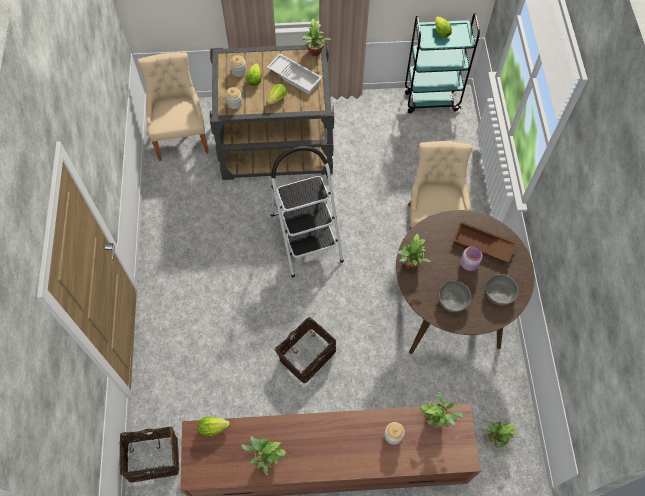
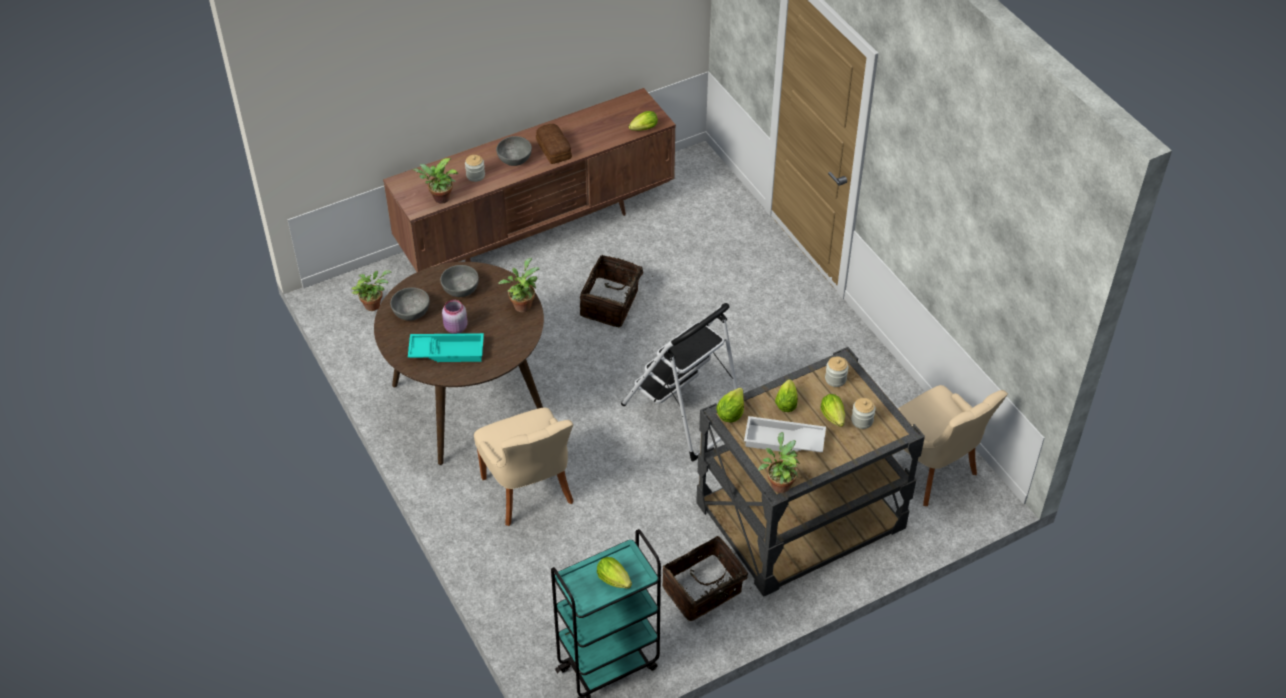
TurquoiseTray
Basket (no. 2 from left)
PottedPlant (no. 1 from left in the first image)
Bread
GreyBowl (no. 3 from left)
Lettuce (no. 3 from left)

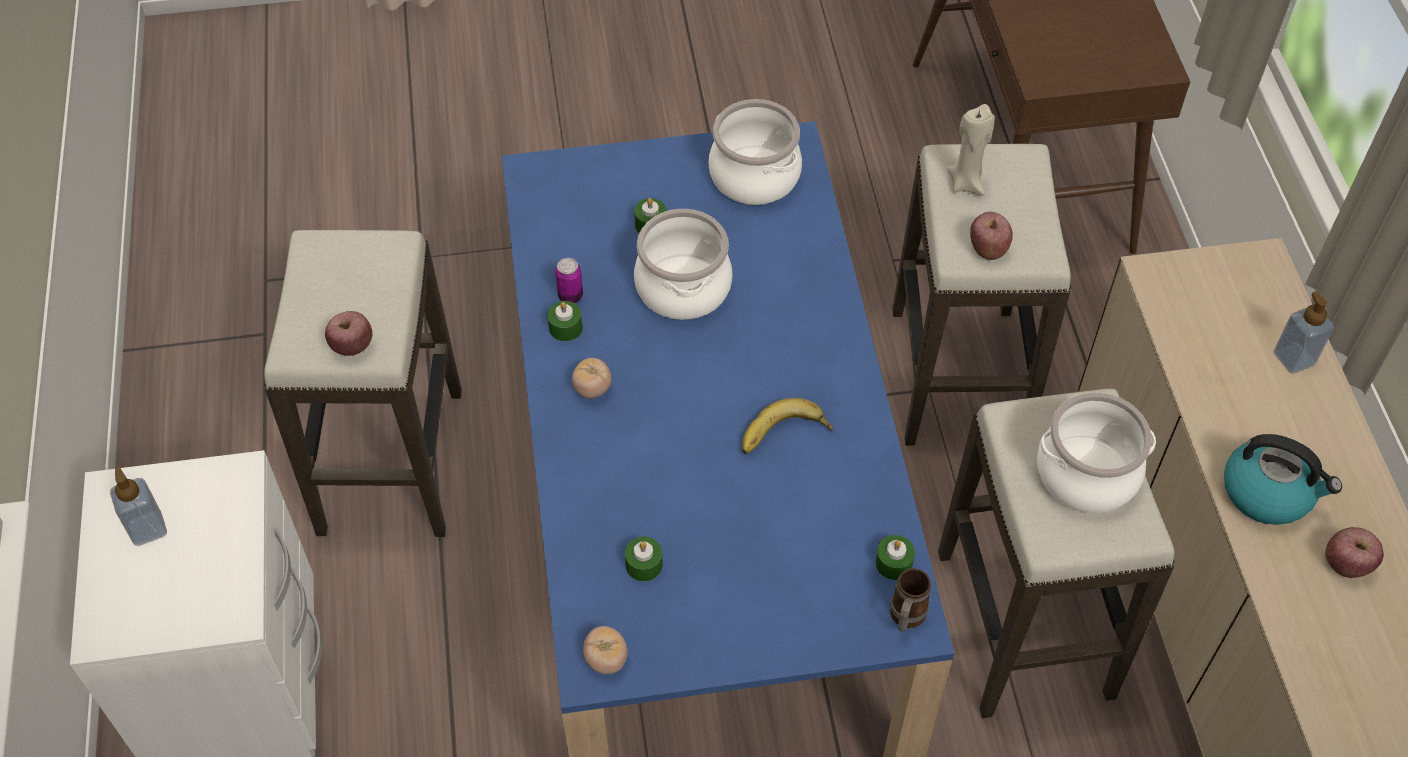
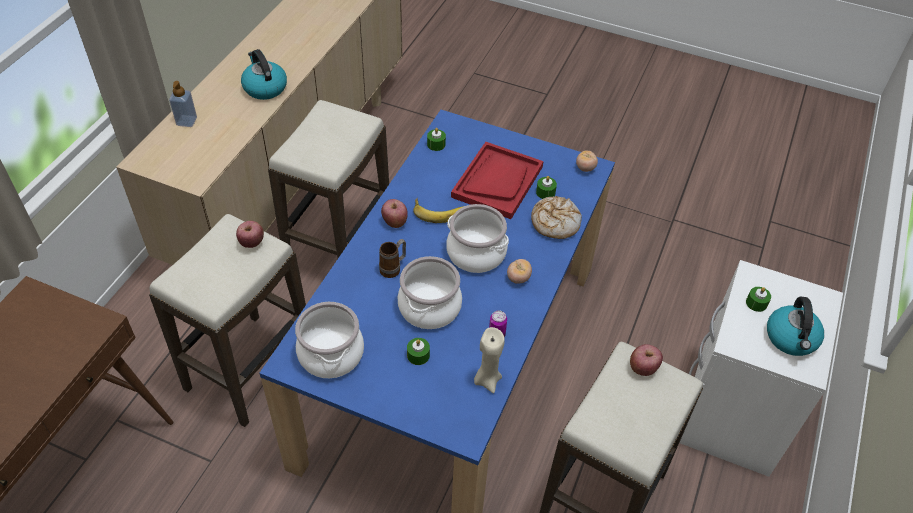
BeigeCandle
GreenCandle (no. 4 from left)
CookingPot (no. 3 from left)
Kettle (no. 2 from left)
Apple (no. 2 from left)
Mug
RedTray
Bread

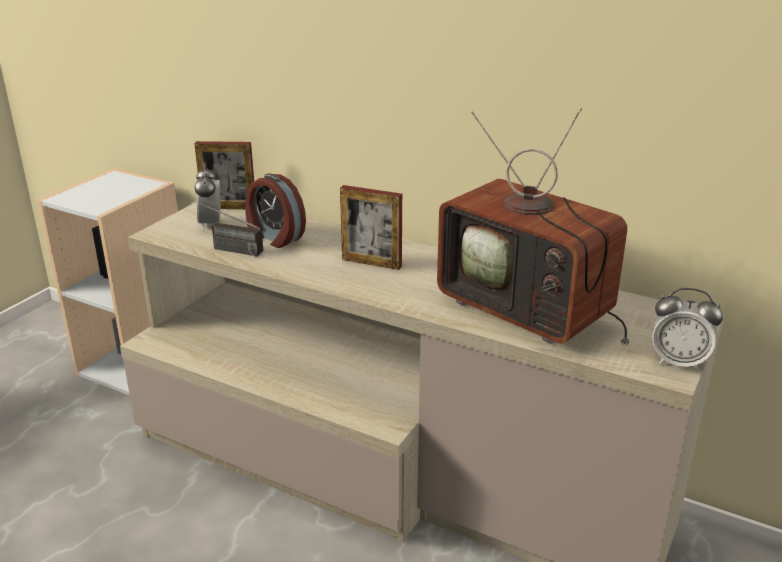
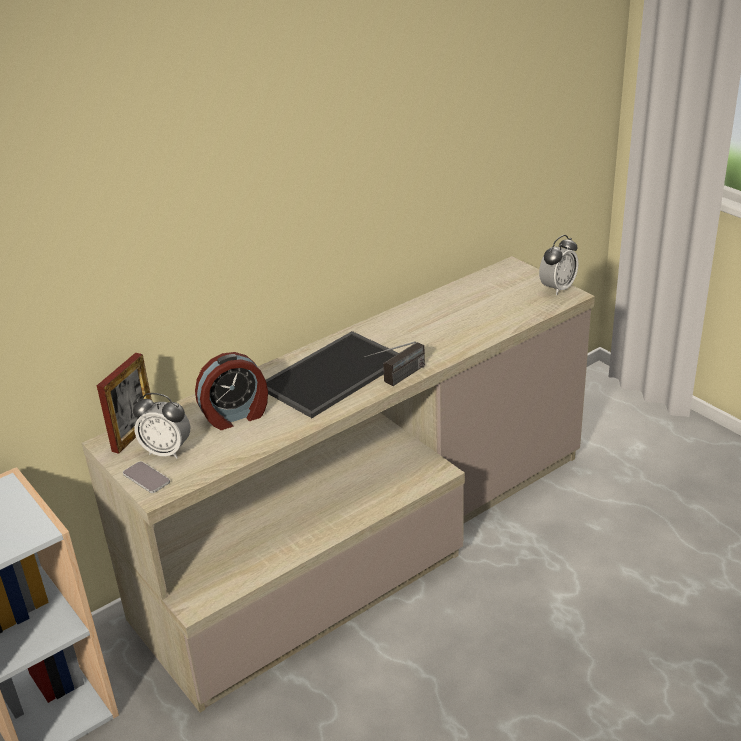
Television
Tray
Radio
Phone

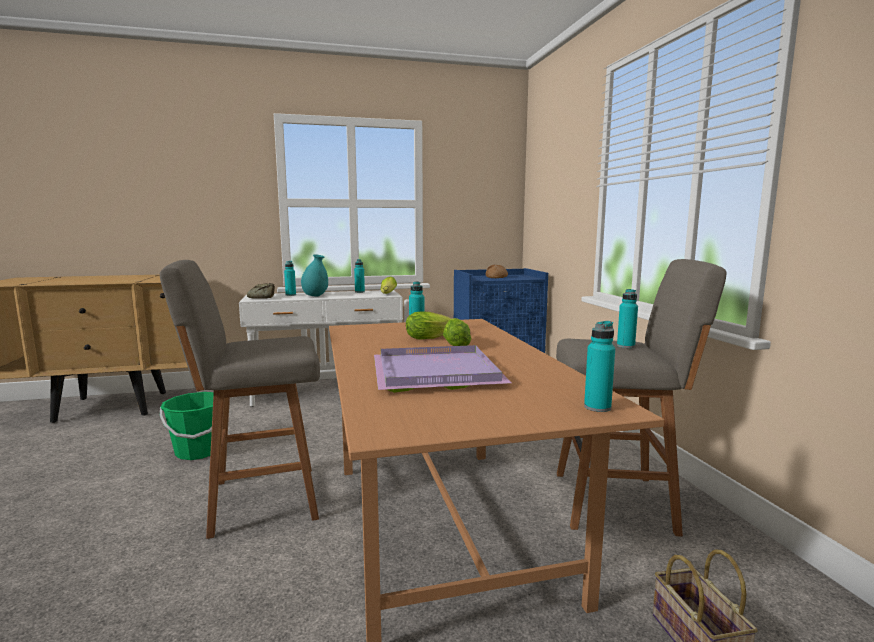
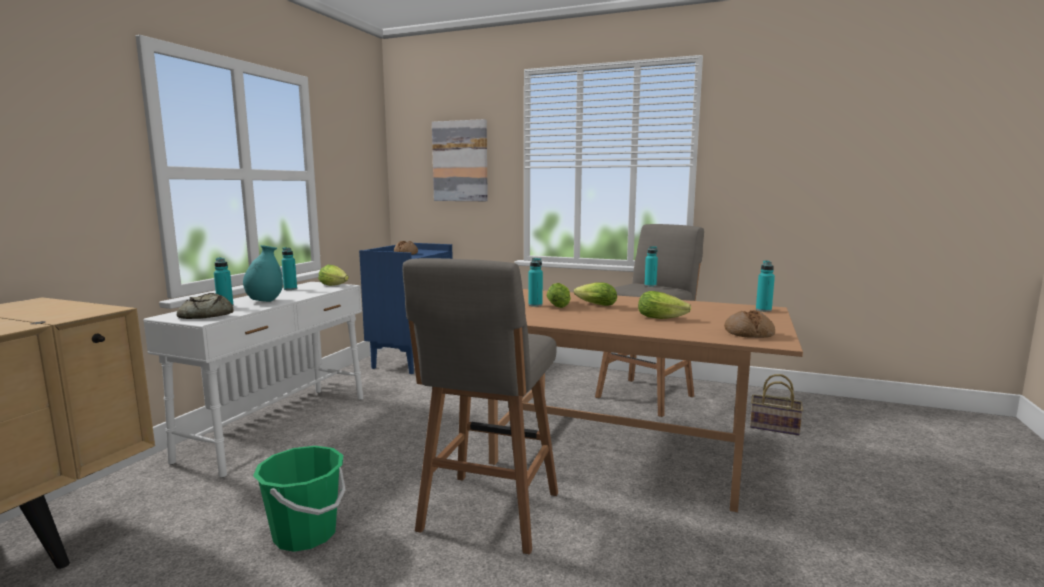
Lettuce (no. 4 from left)
Picture
Bread (no. 3 from left)

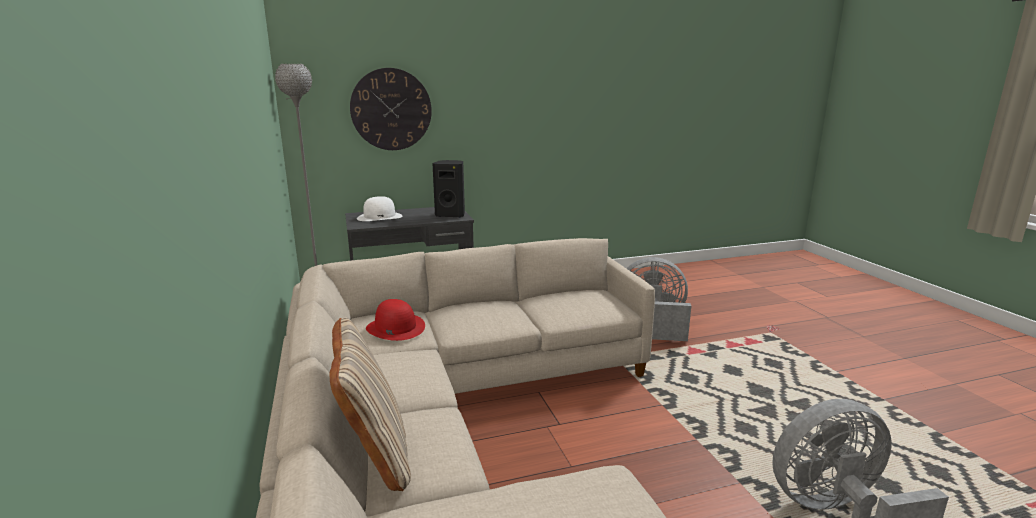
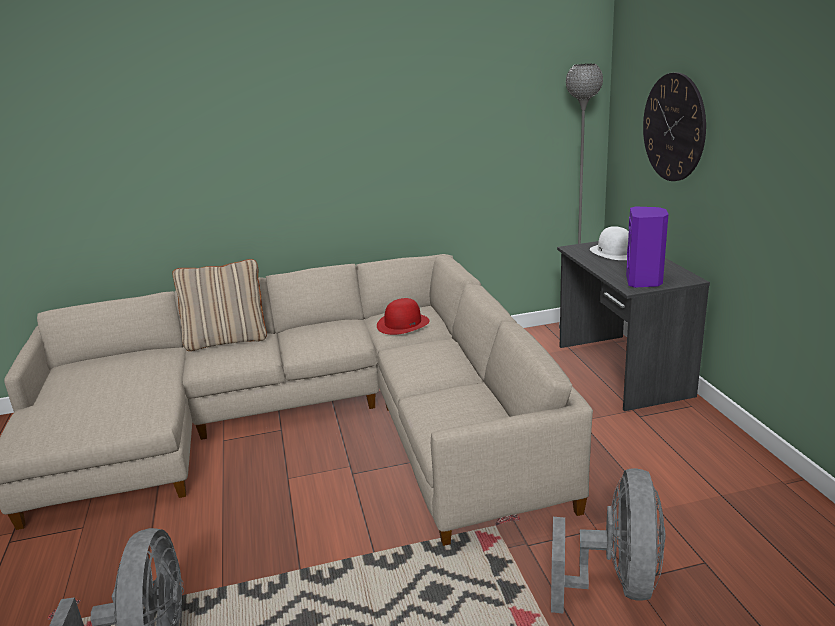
PurpleSpeaker

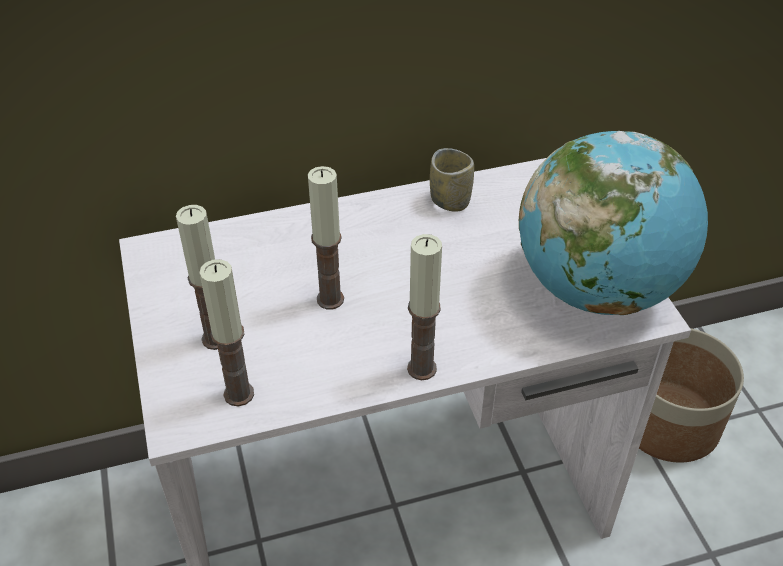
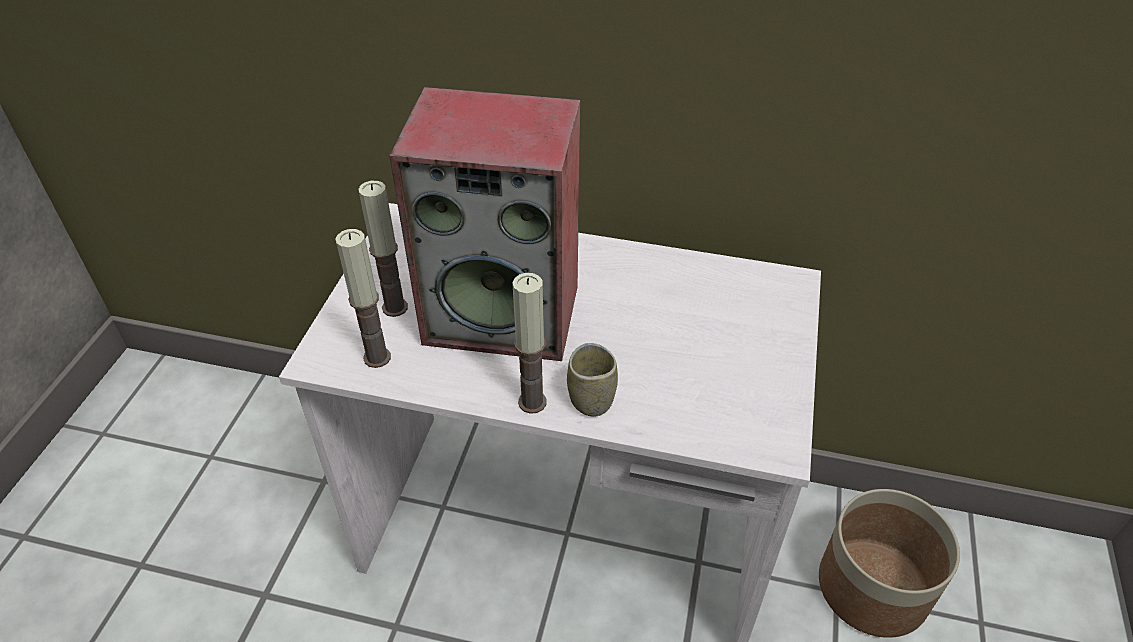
Globe
Cup
Speaker

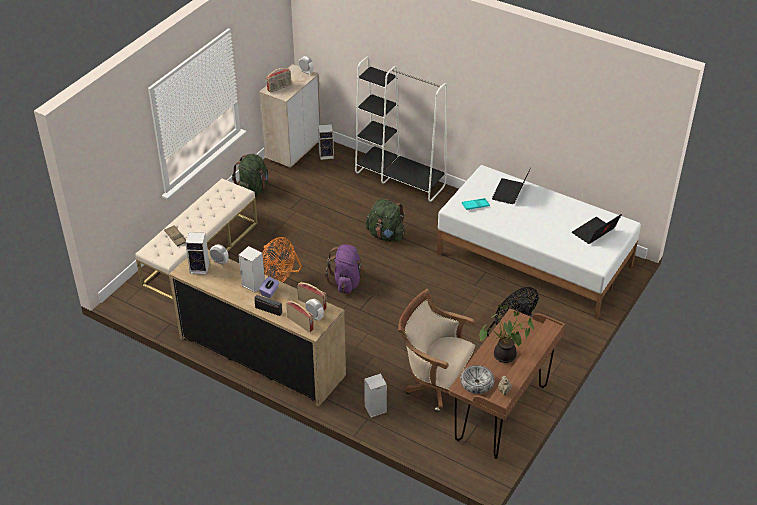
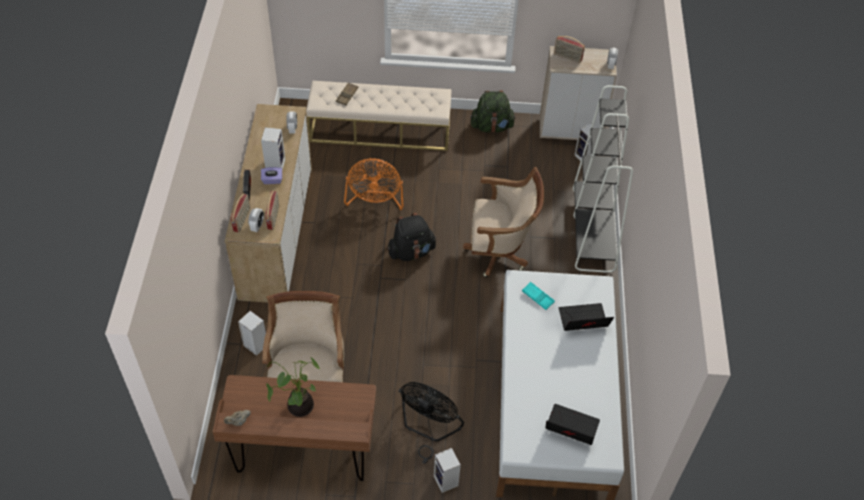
OfficeChair (no. 2 from left)
Speaker (no. 3 from left)
BlackBackpack
Bowl

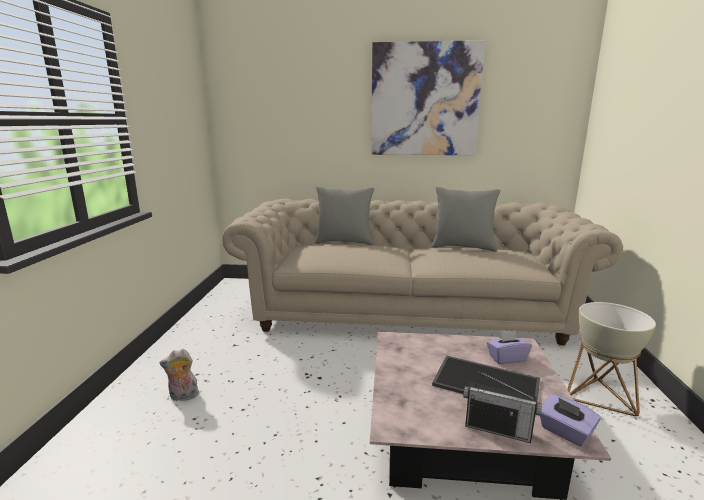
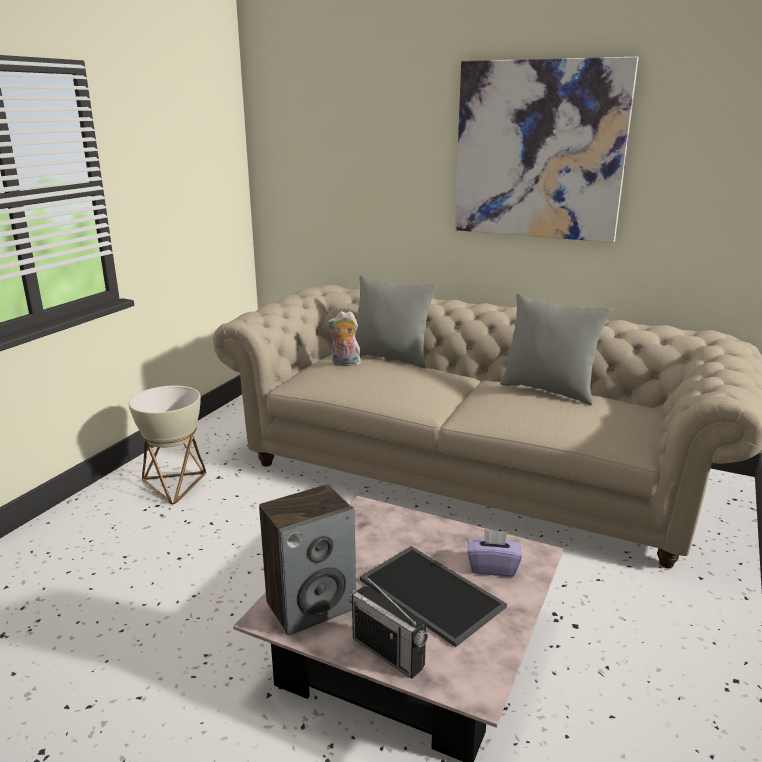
Planter
PlushToy
PurpleTissueBox (no. 2 from left in the first image)
Speaker

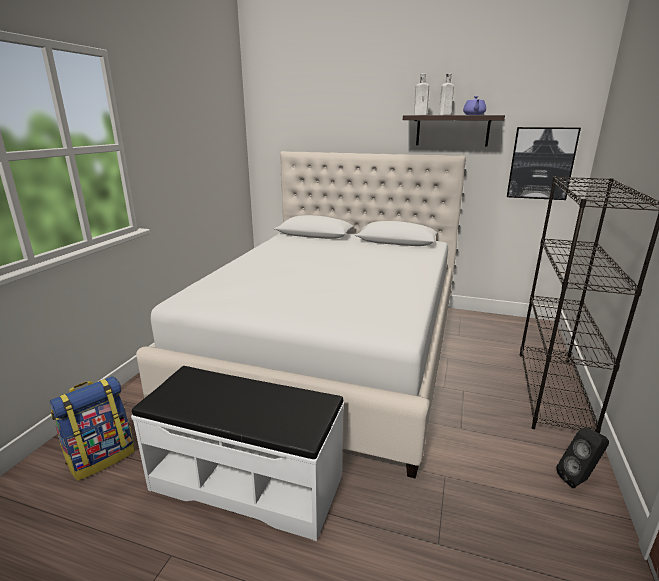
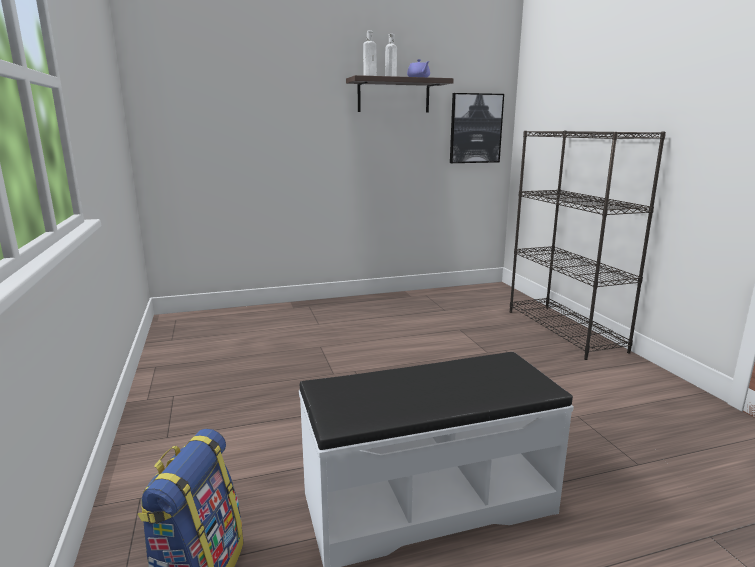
WhiteBed
BlackSpeaker

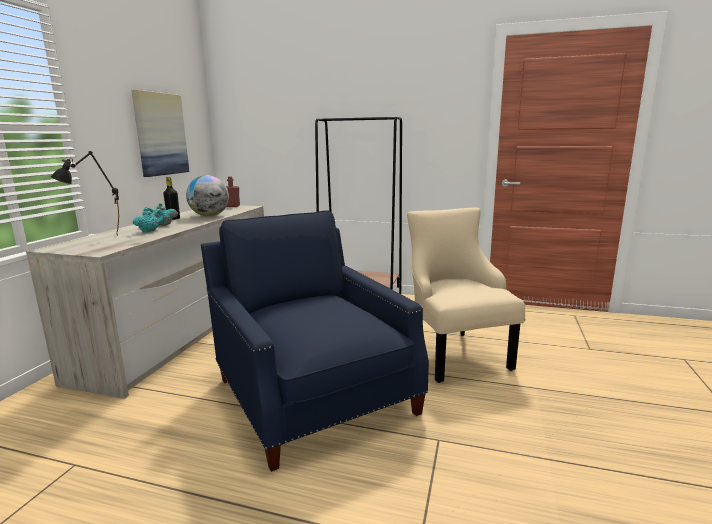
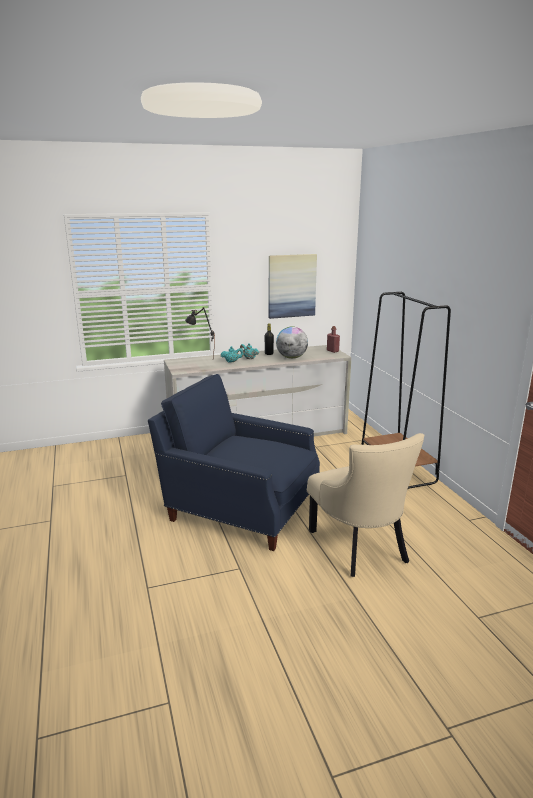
BeigeChair
BlueArmchair

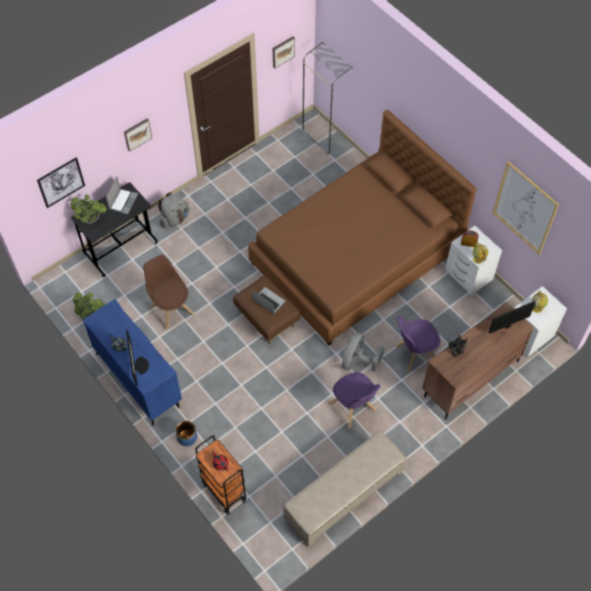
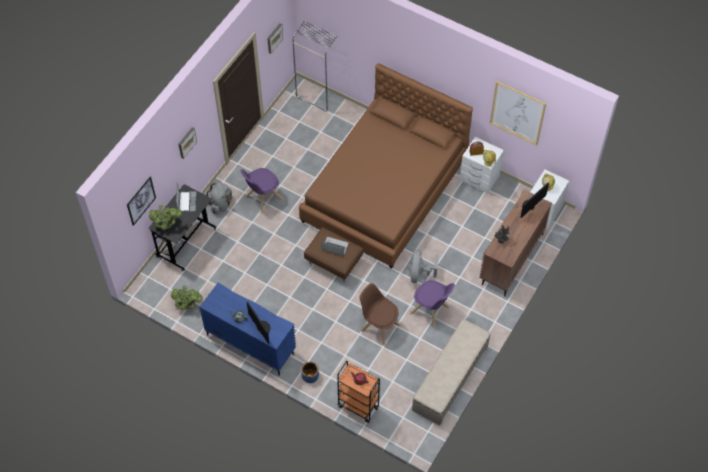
BrownChair
PurpleChair (no. 1 from left)

